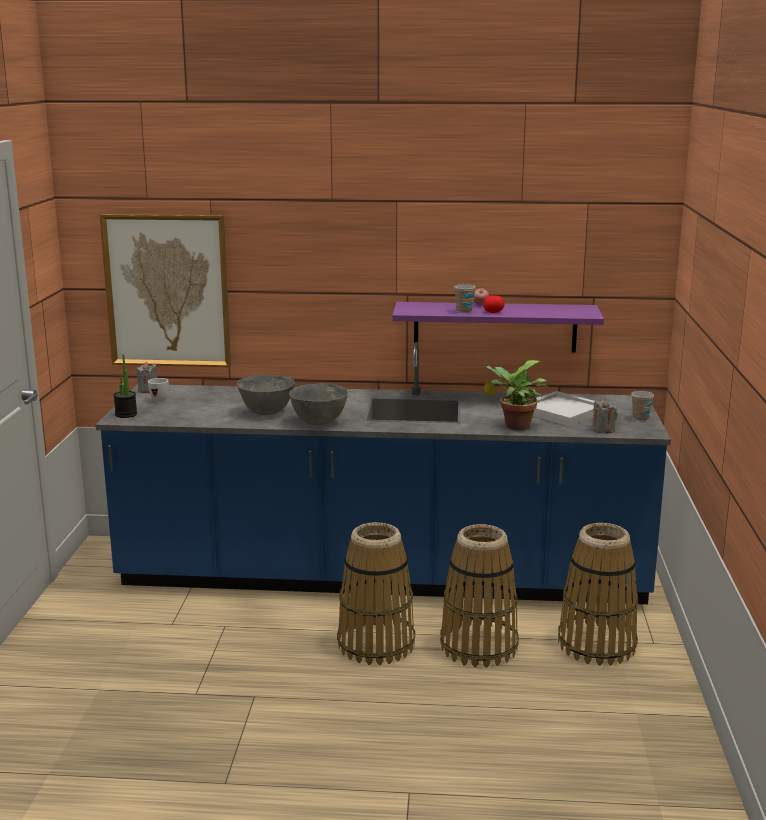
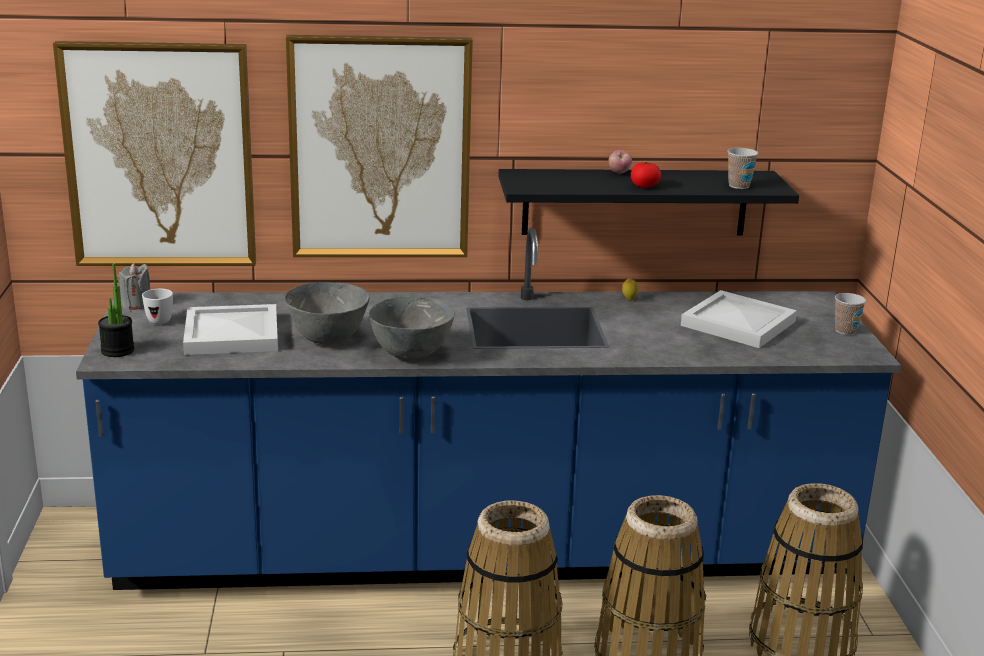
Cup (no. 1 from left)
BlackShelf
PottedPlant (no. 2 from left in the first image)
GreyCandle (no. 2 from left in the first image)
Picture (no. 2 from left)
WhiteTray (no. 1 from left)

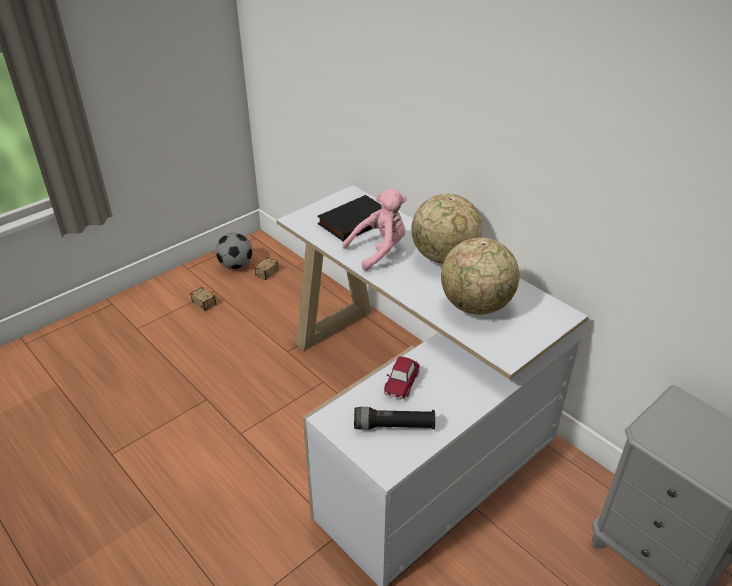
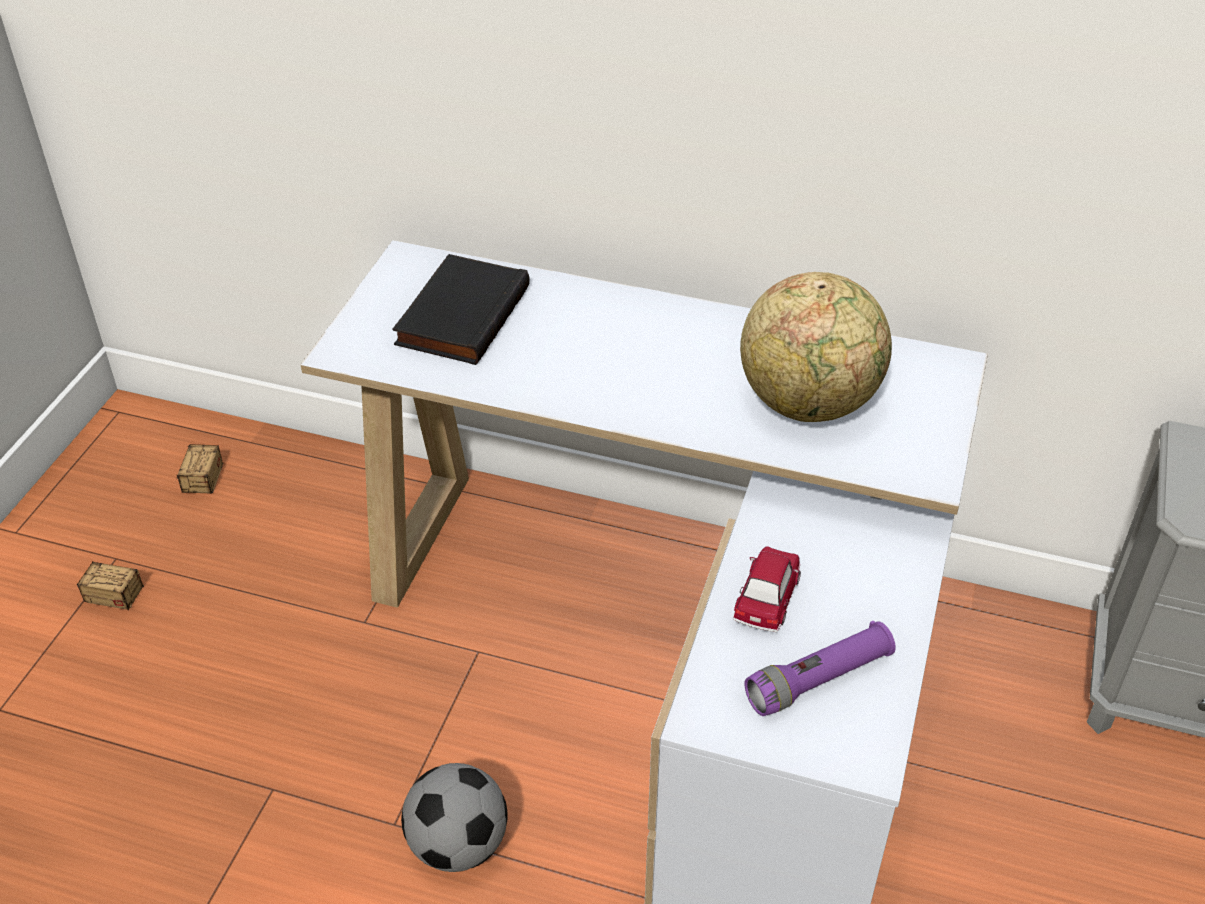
PinkPlushToy
Globe (no. 1 from left in the first image)
Football
ToyCar
PurpleFlashlight

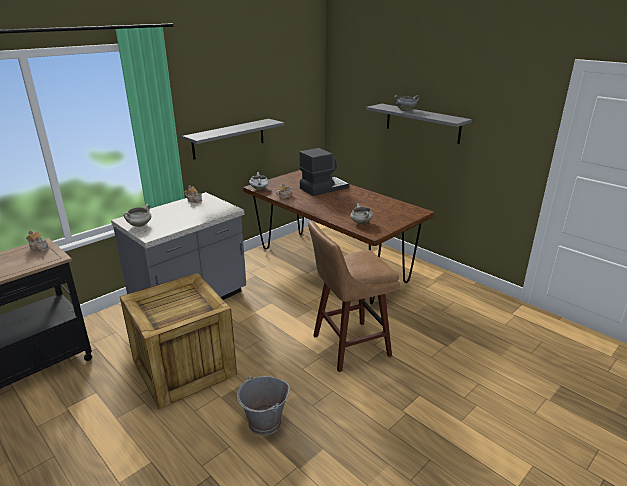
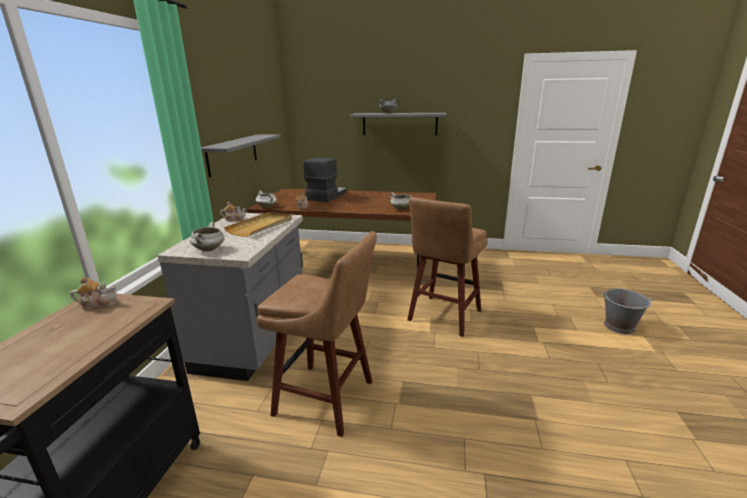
BrownStool (no. 1 from left)
GreyBucket
BeigeTray

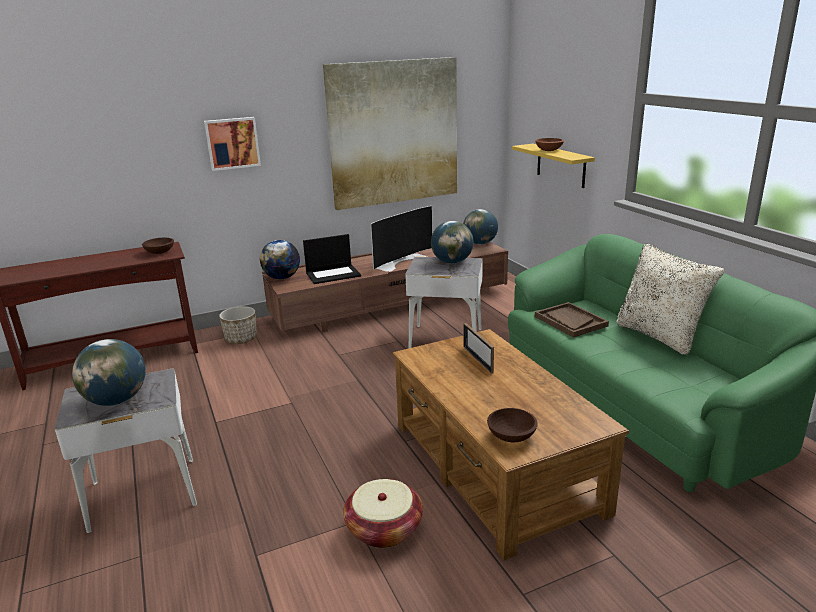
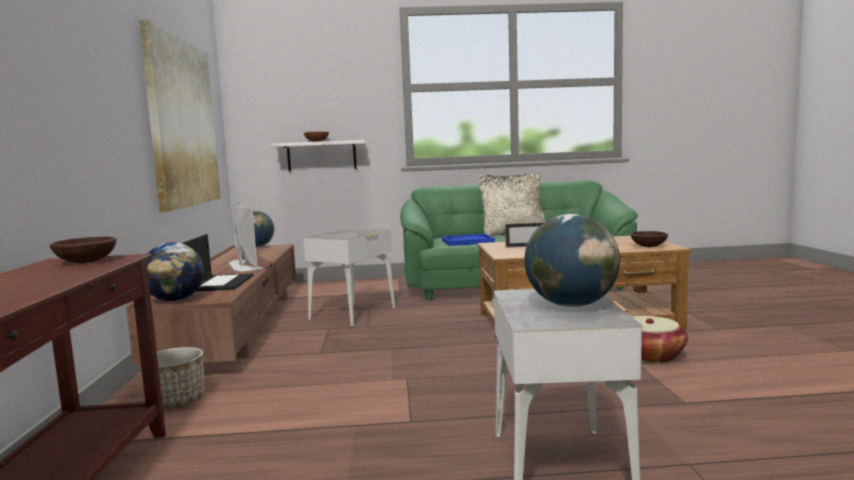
Picture (no. 1 from left in the first image)
WhiteShelf
Globe (no. 3 from left in the first image)
BlueTray

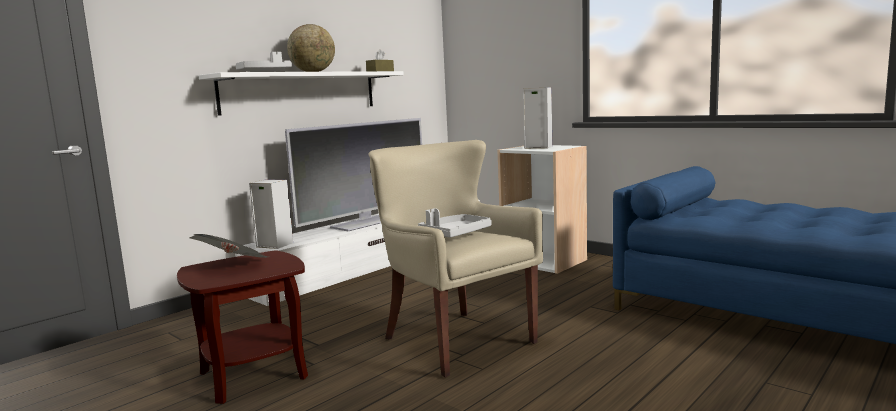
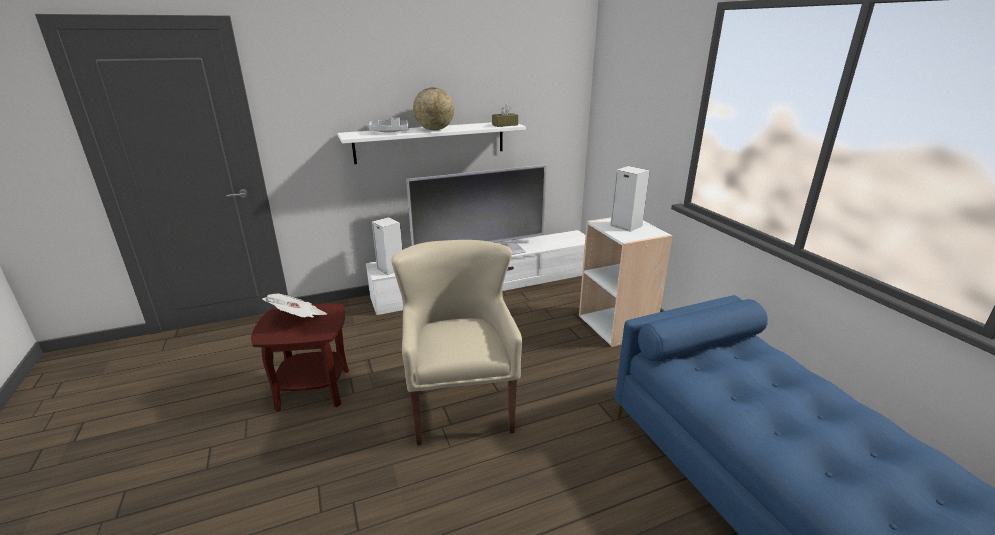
GreyTray (no. 2 from left in the first image)

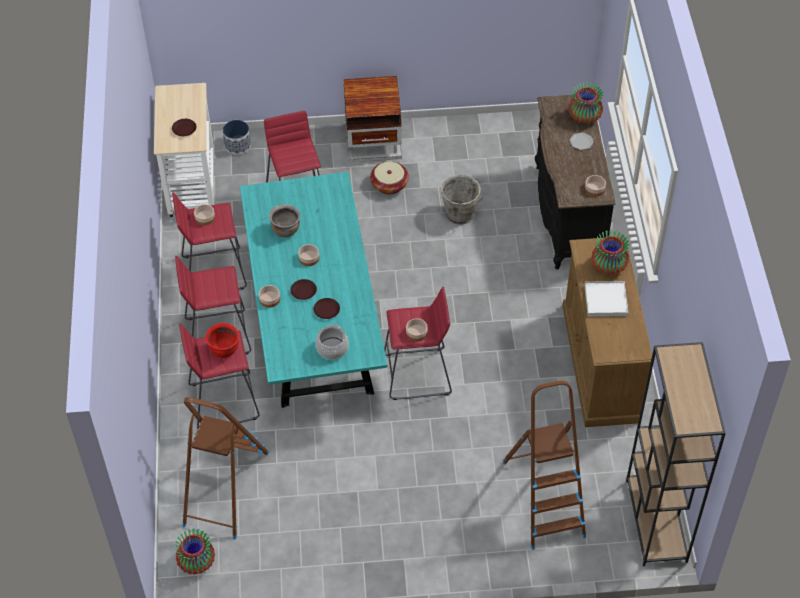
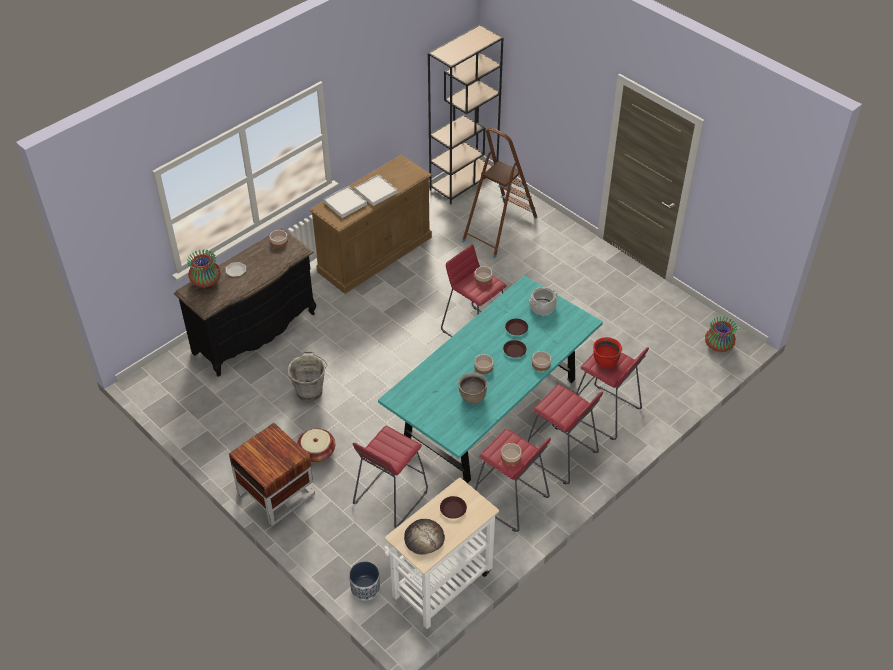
WhiteTray (no. 1 from left)
BrownStepLadder (no. 1 from left in the first image)
Bread

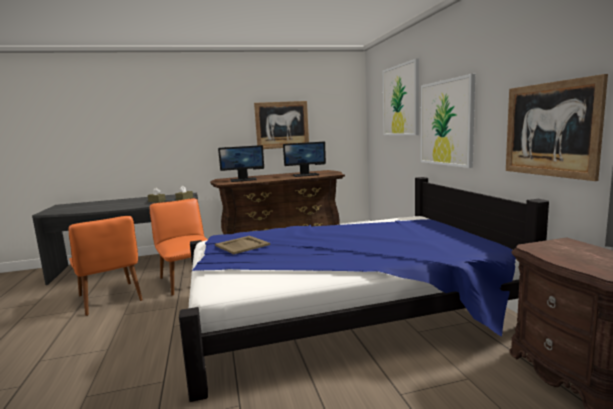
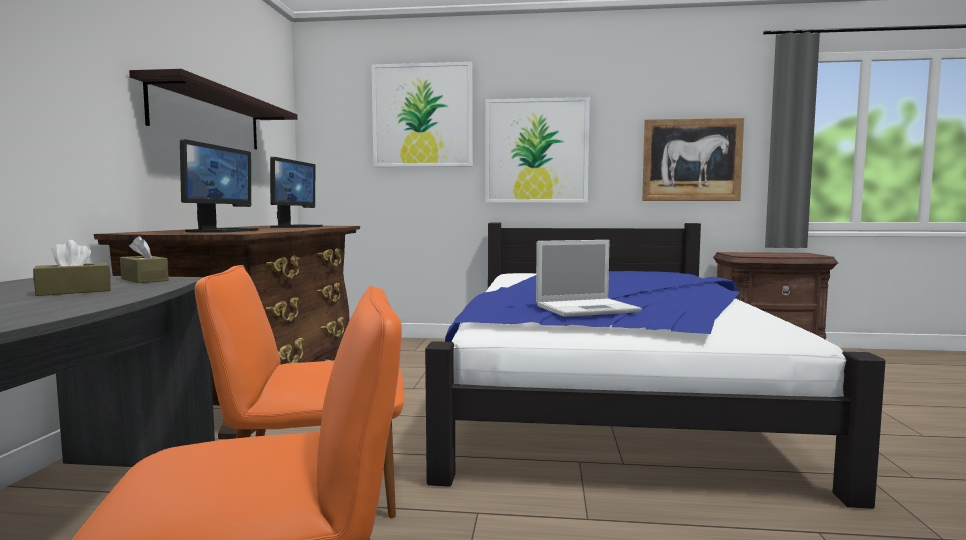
Shelf
Laptop

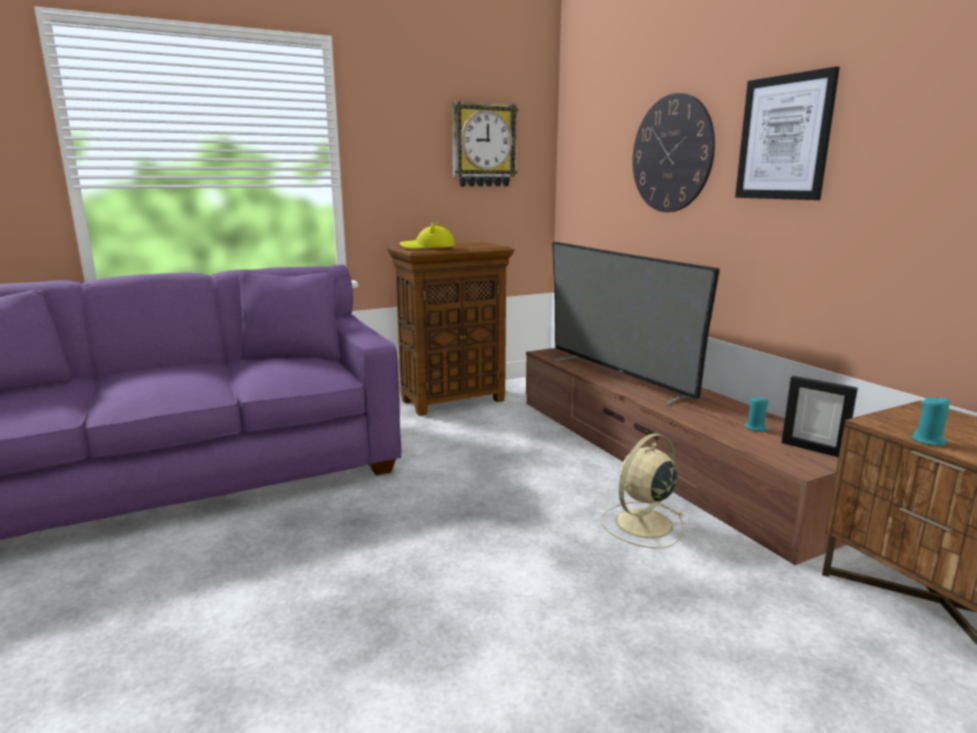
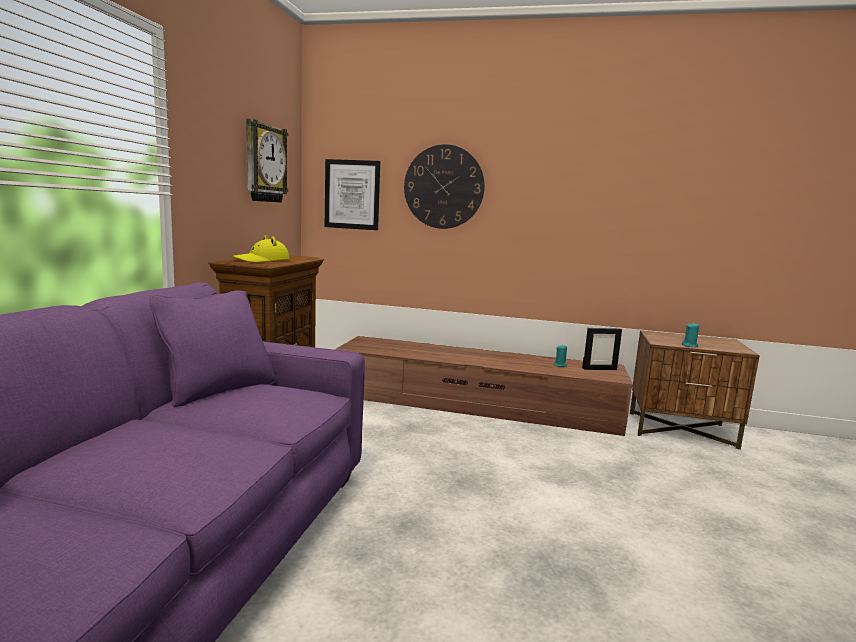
Picture
Television
BeigeFan

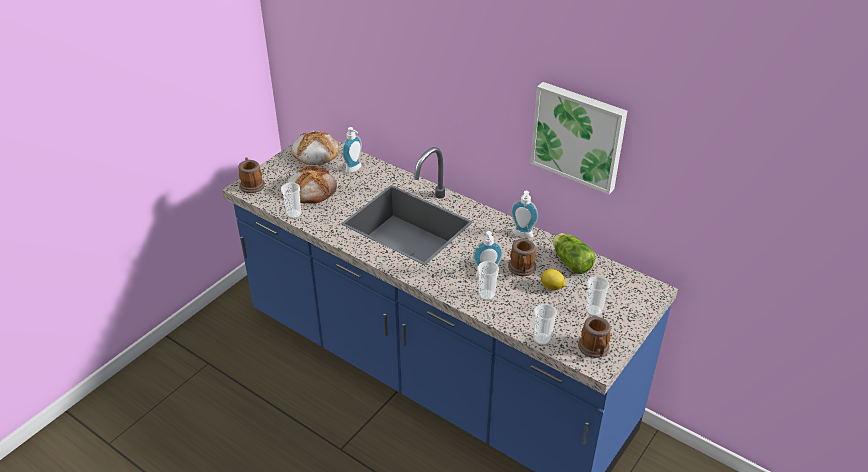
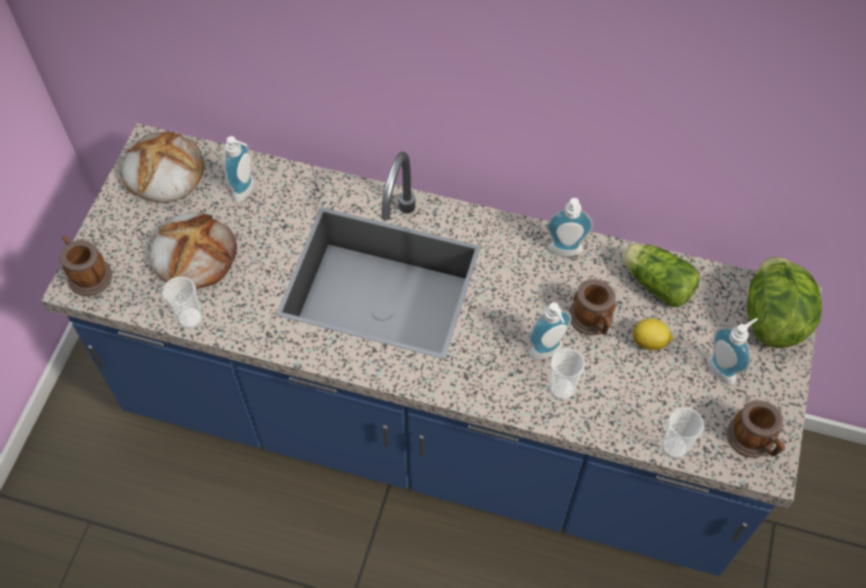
Picture
SoapDispenser (no. 4 from left)
Lettuce (no. 2 from left)

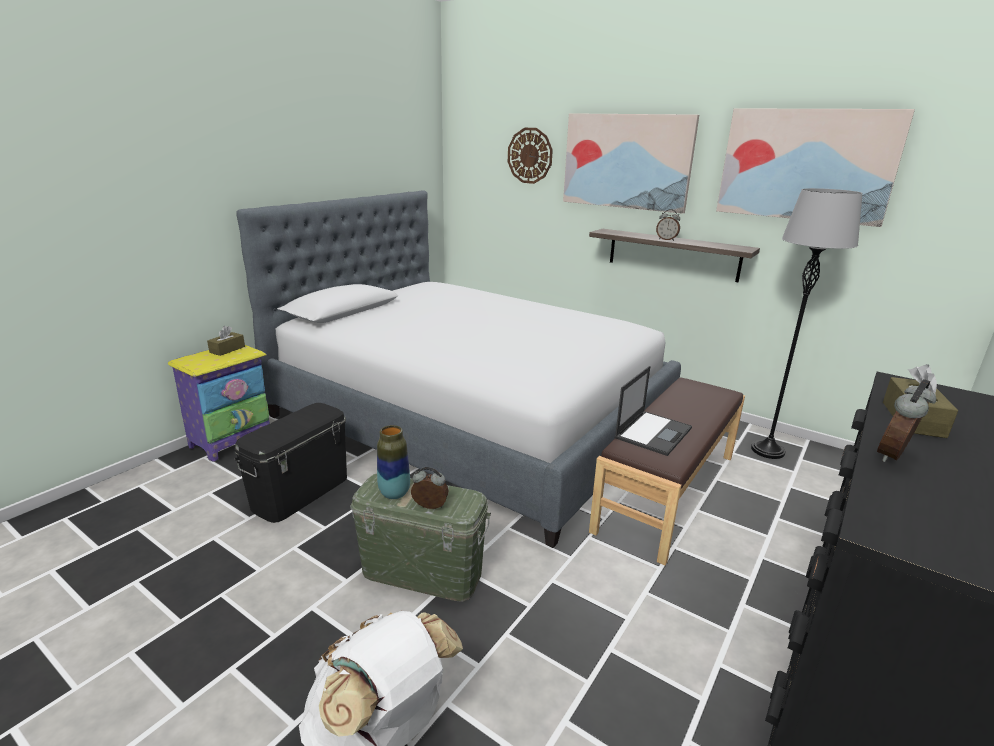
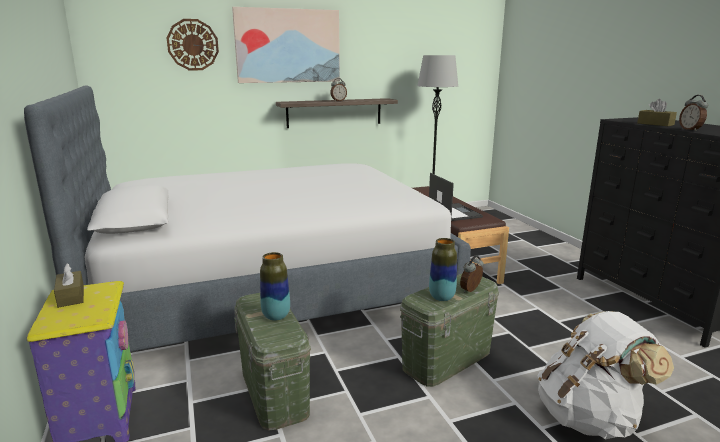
Picture (no. 2 from left in the first image)
GreenStorageBox (no. 1 from left)
Vase (no. 1 from left)

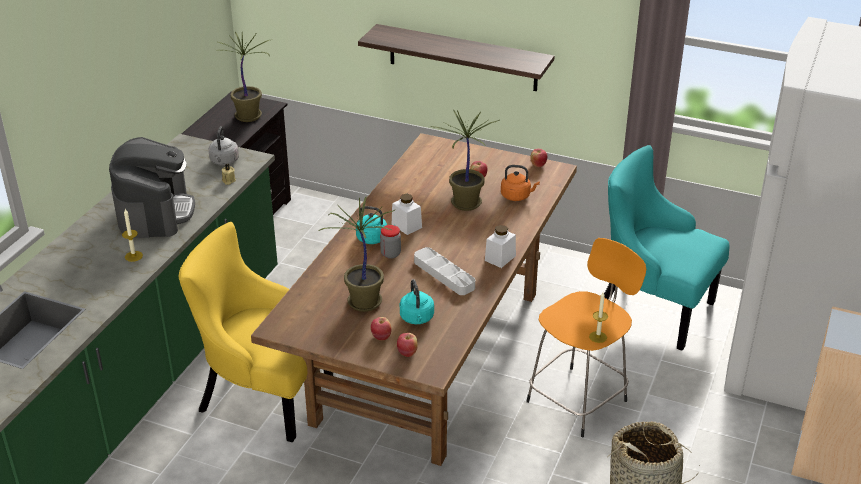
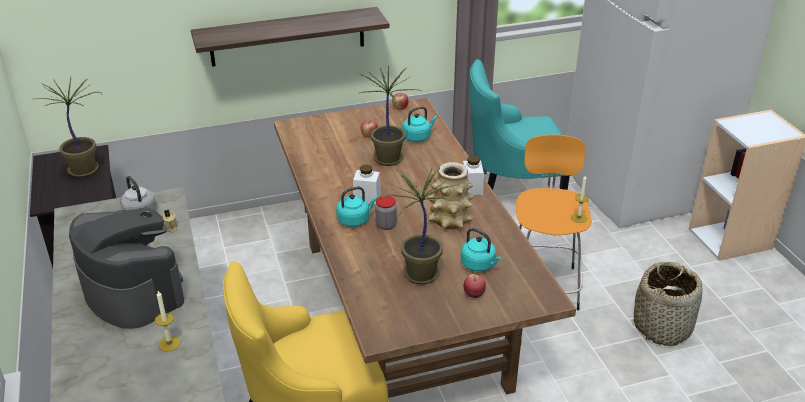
TurquoiseKettle (no. 2 from left)
Vase
Apple (no. 2 from left in the first image)

